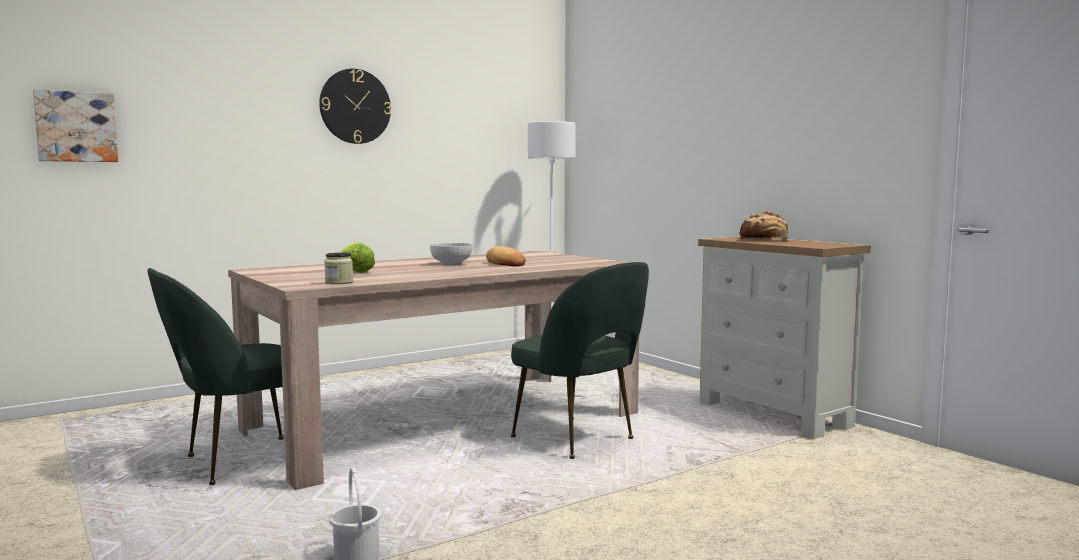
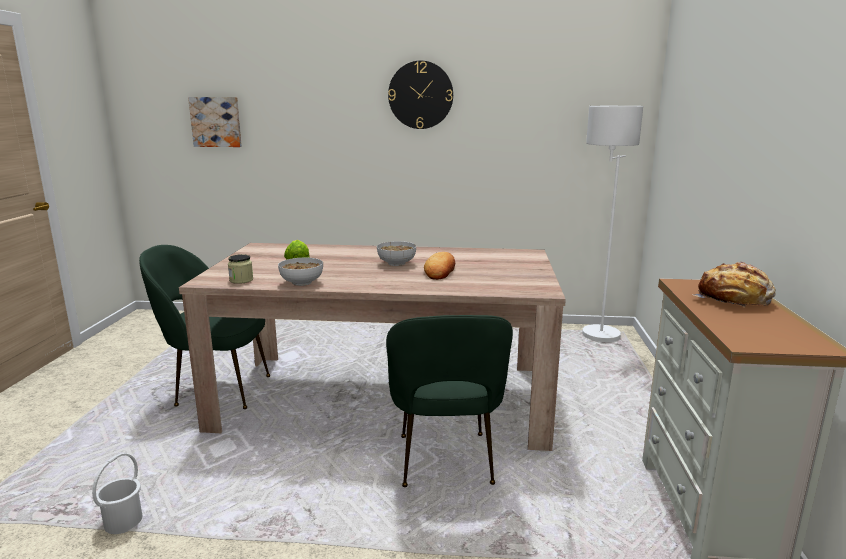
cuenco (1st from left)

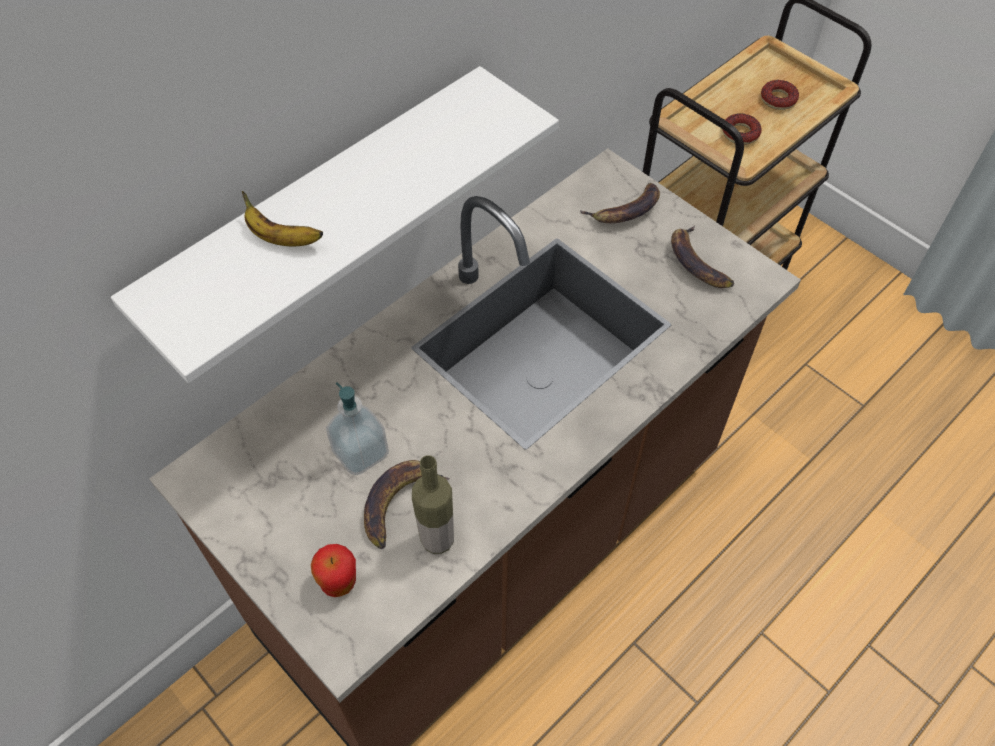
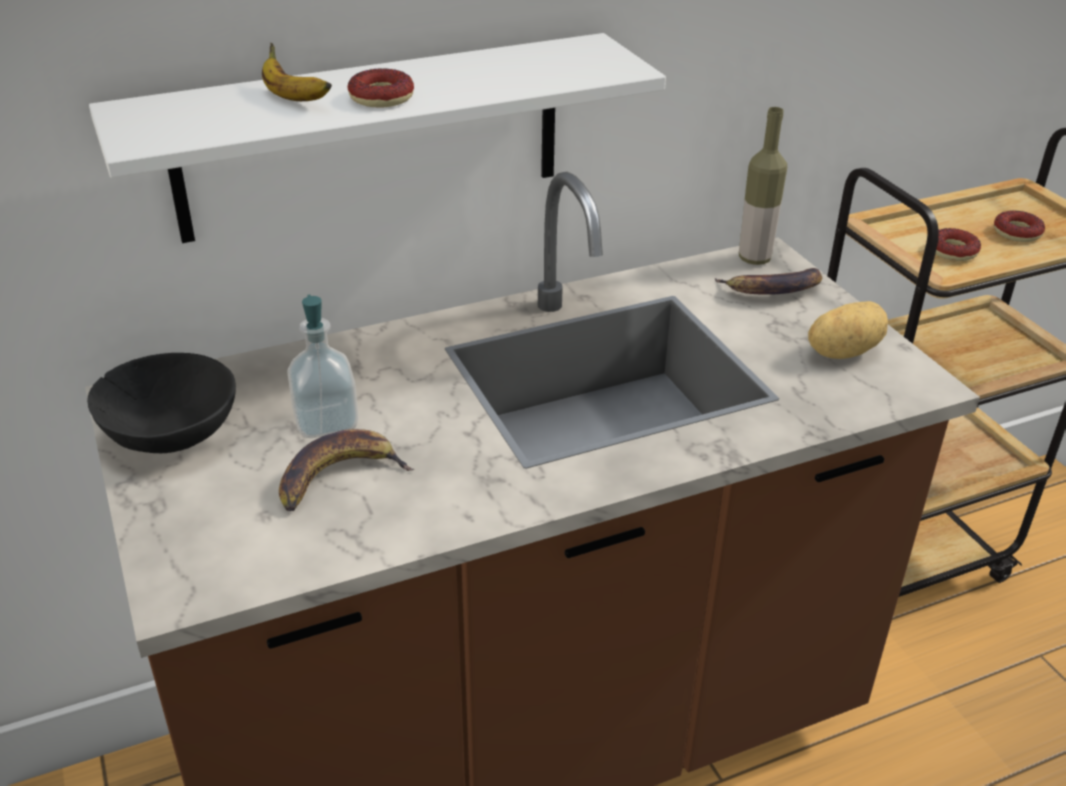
manzana
cuenco/negro
rosquilla (1st from left)
botella
patata

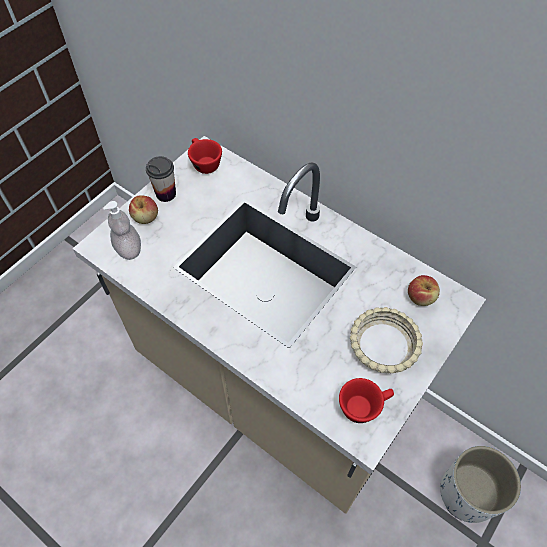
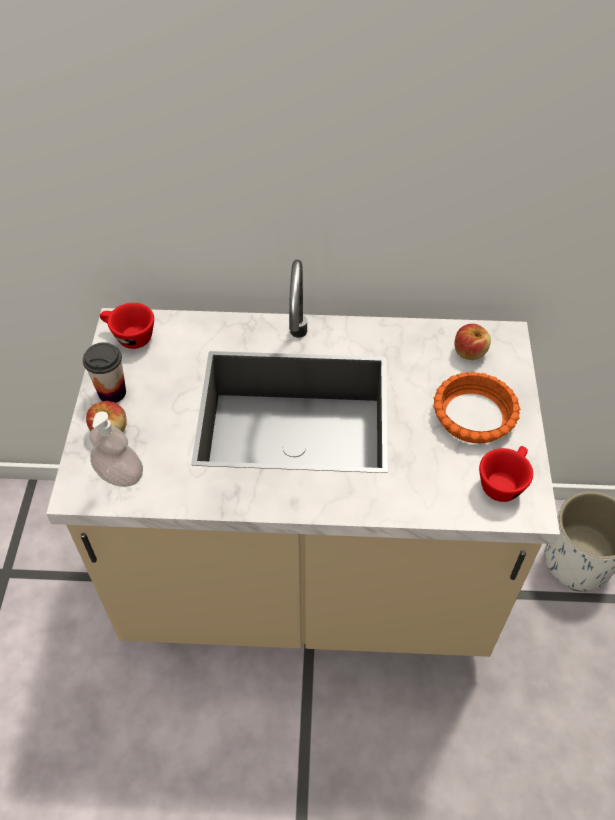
cuenco/naranja

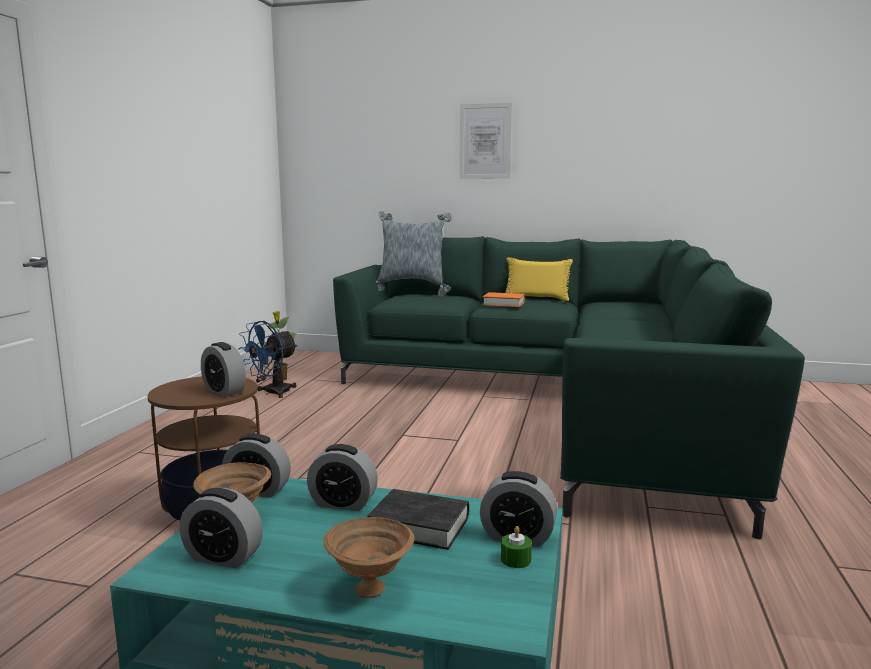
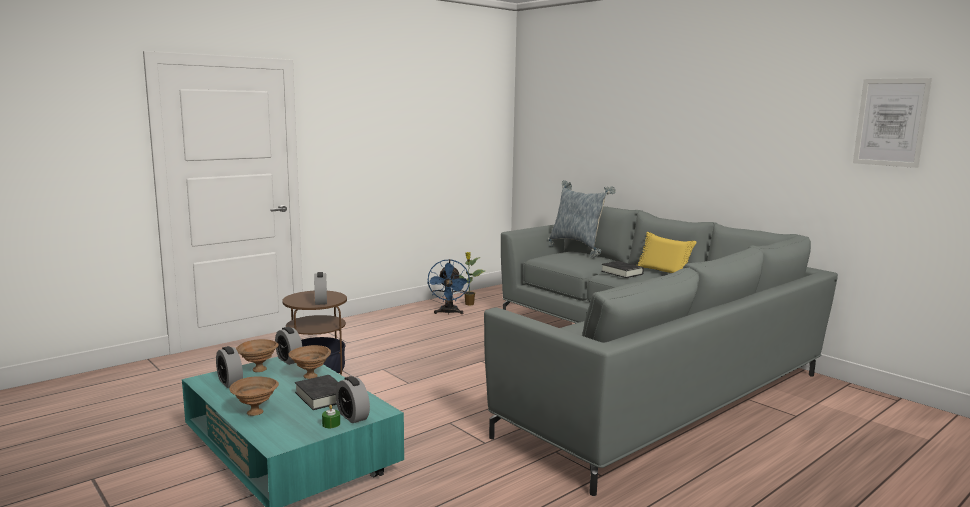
cuadro
cuenco/marrón (3rd from left)
sofá/gris
libro/negro (2nd from left)
ventilador/azul

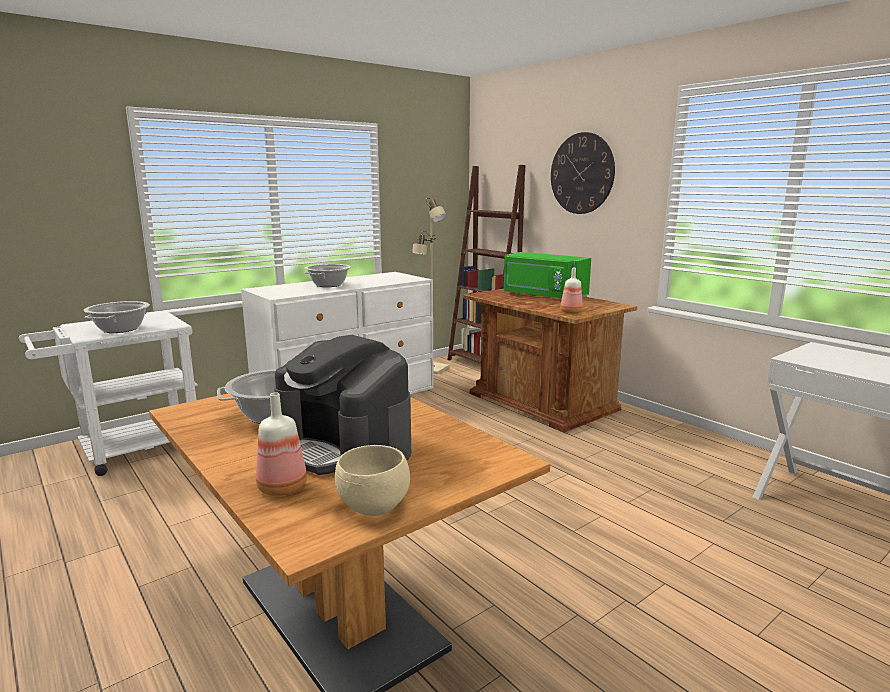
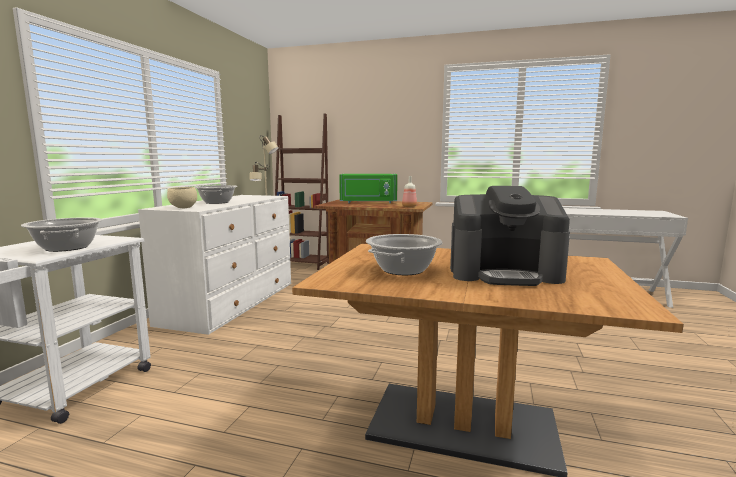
botella (1st from left in the first image)
reloj de pared
cuenco/beis

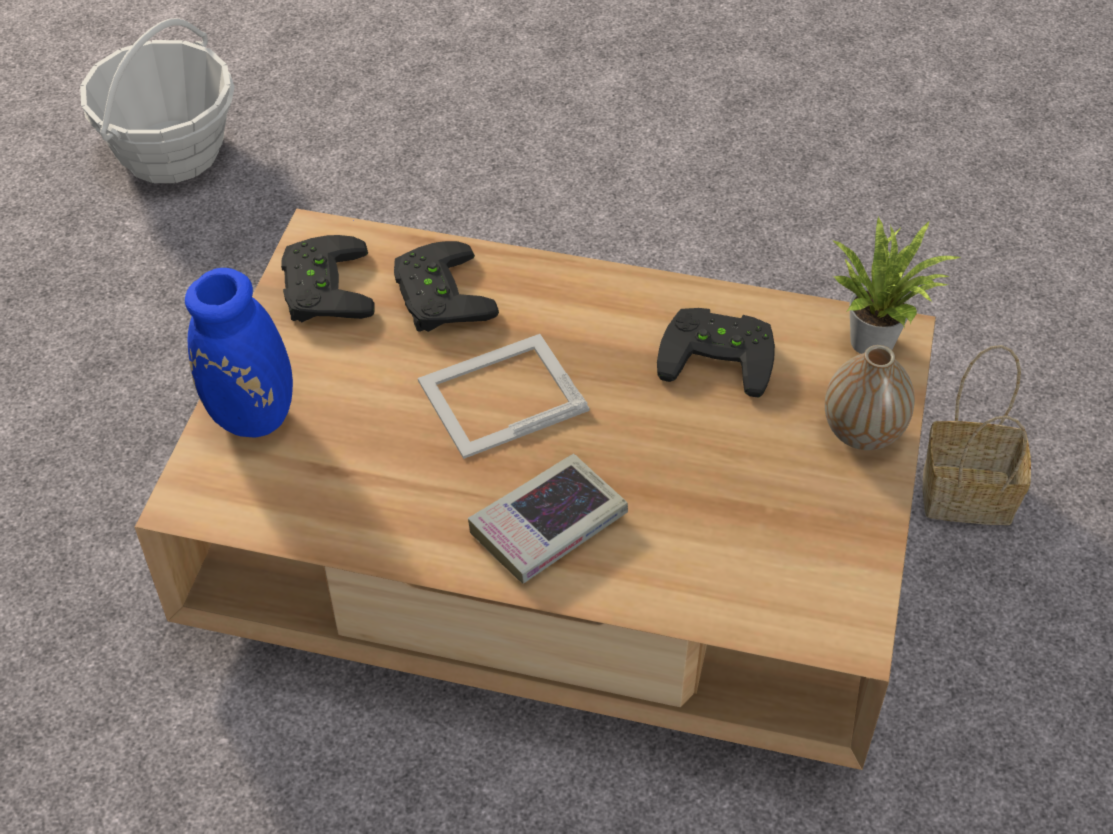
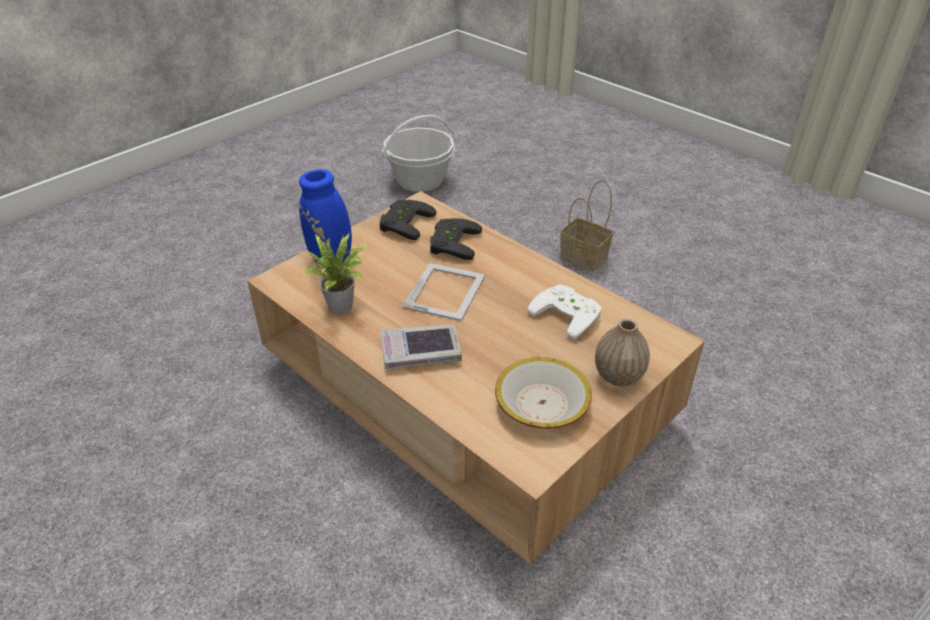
cuenco
planta en maceta
cesta (2nd from left)
mando de consola/blanco
portarretratos

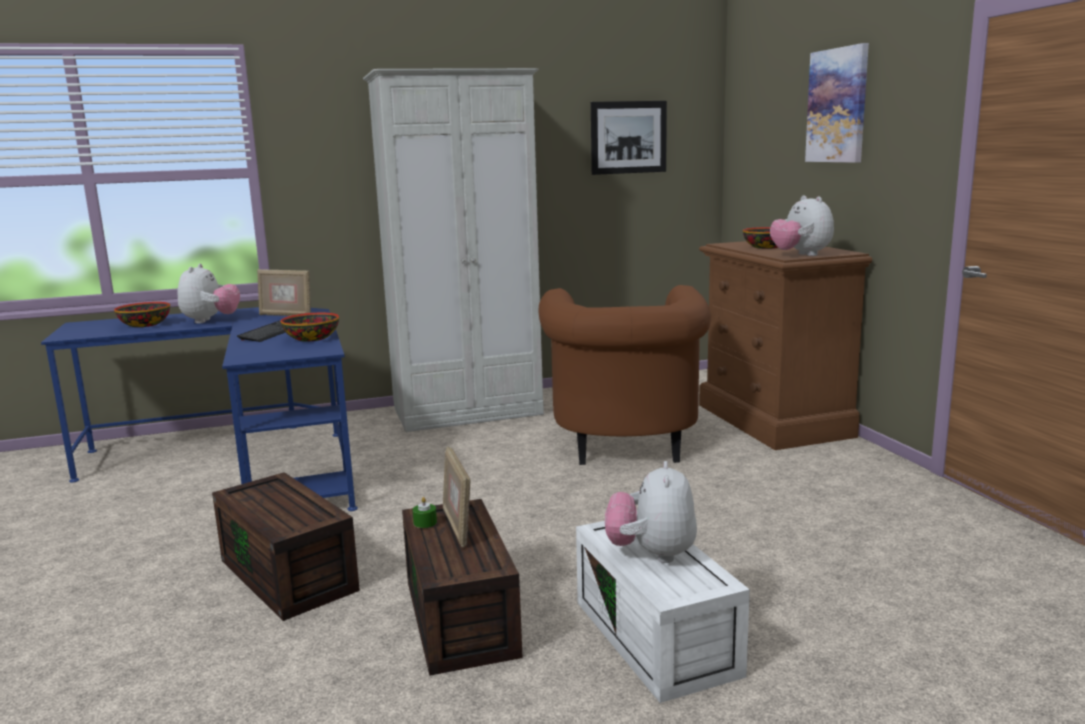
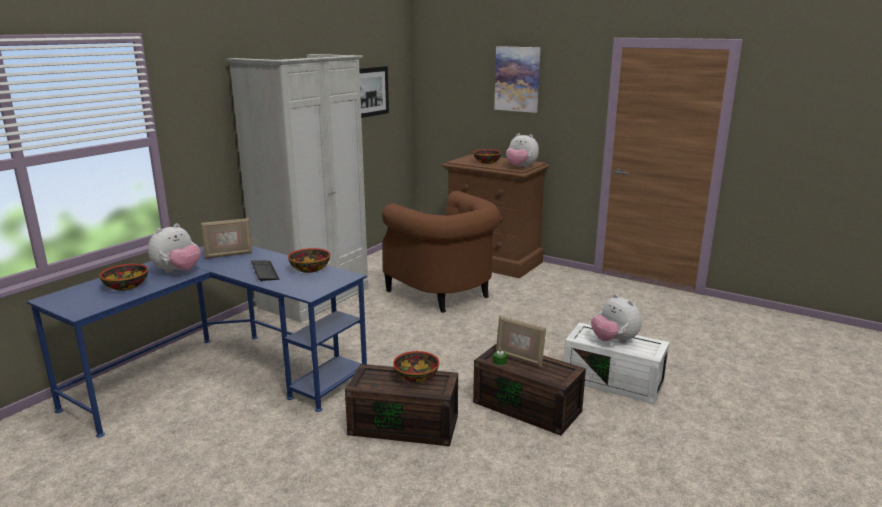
cuenco (3rd from left)
peluche (1st from left)

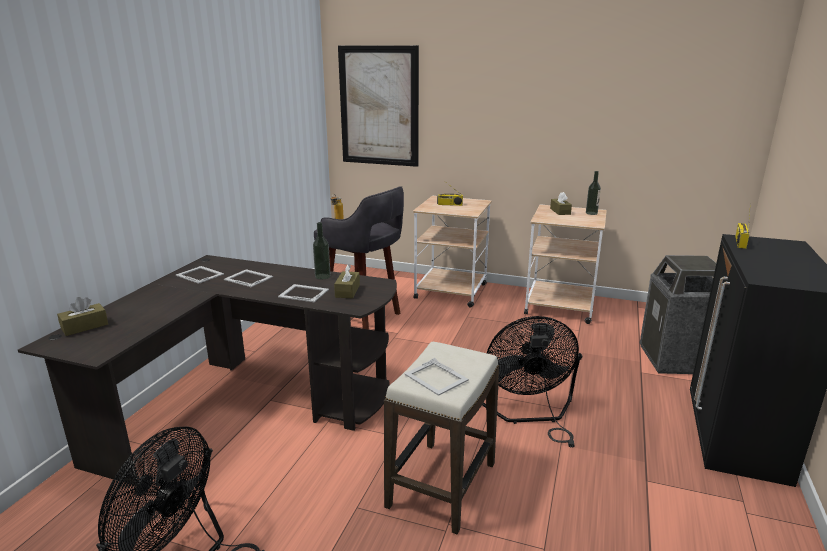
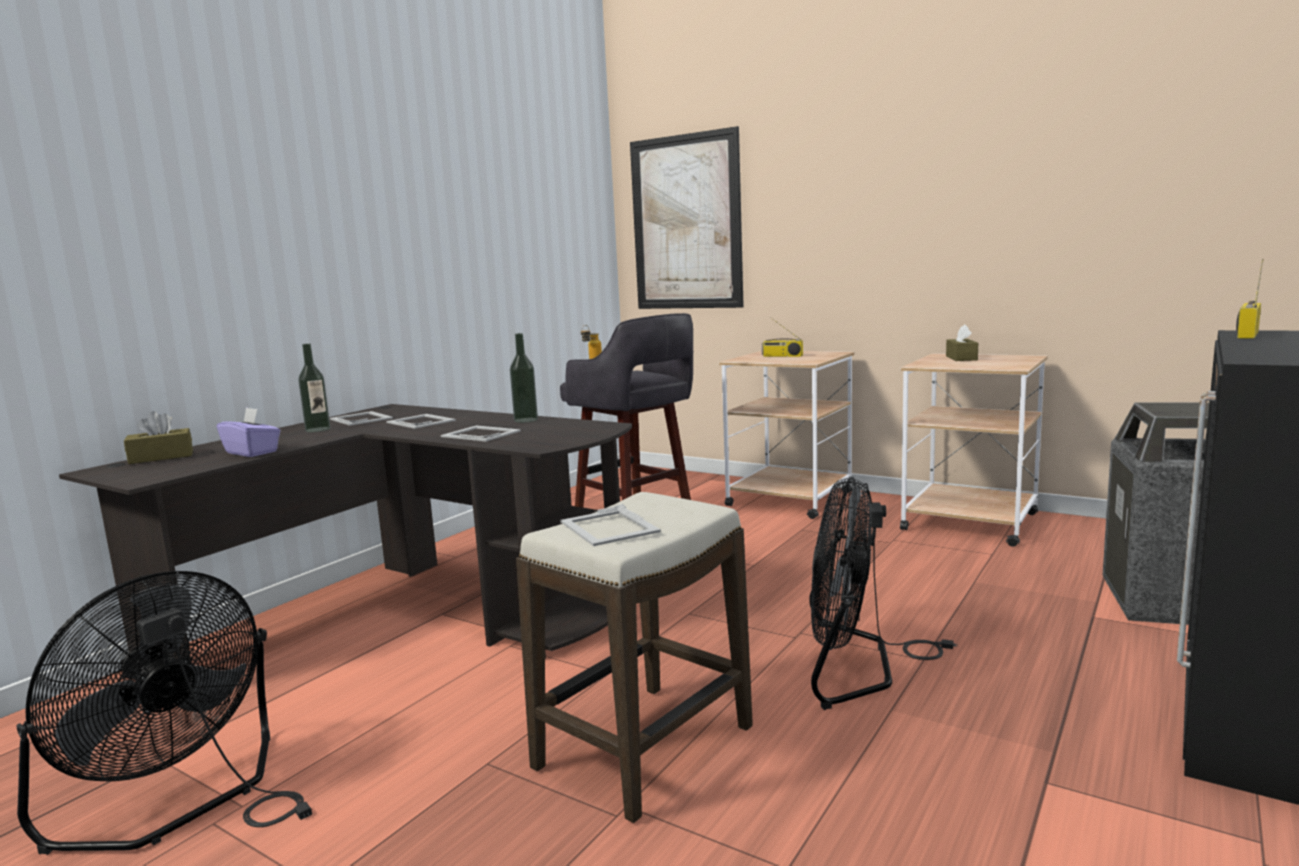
caja de pañuelos/marrón (2nd from left in the first image)
caja de pañuelos/morado
botella (1st from left)
ventilador/negro (2nd from left)

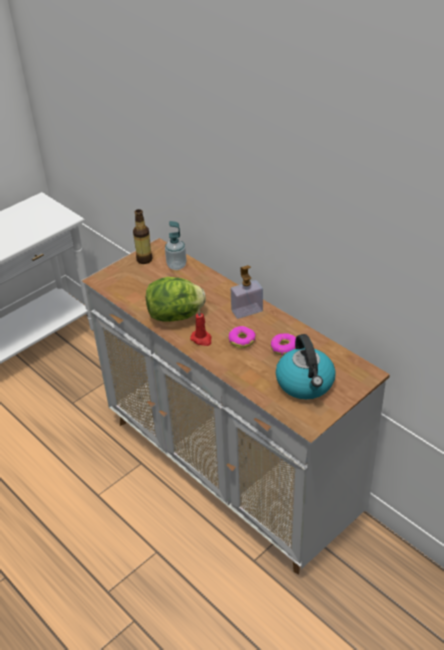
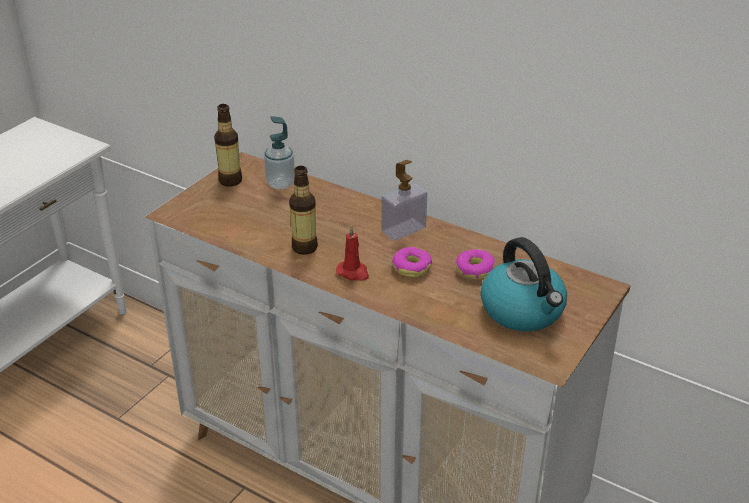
botella (2nd from left)

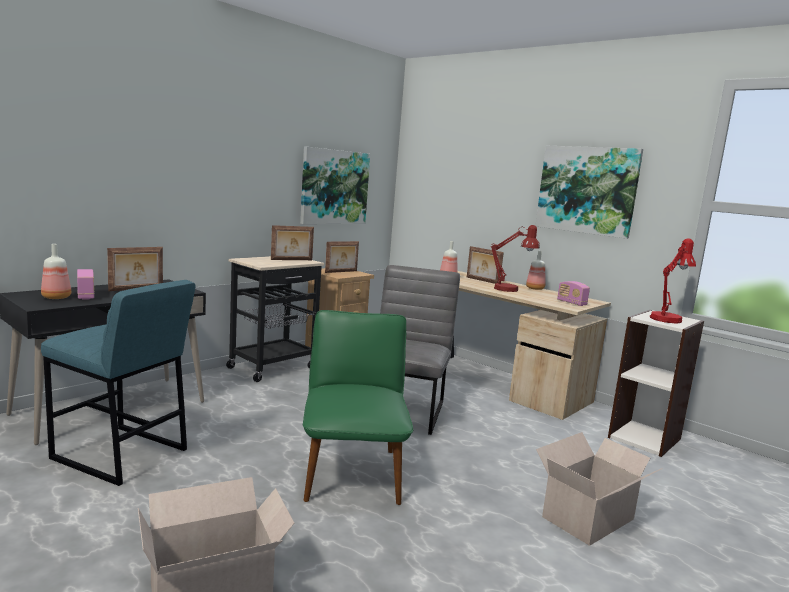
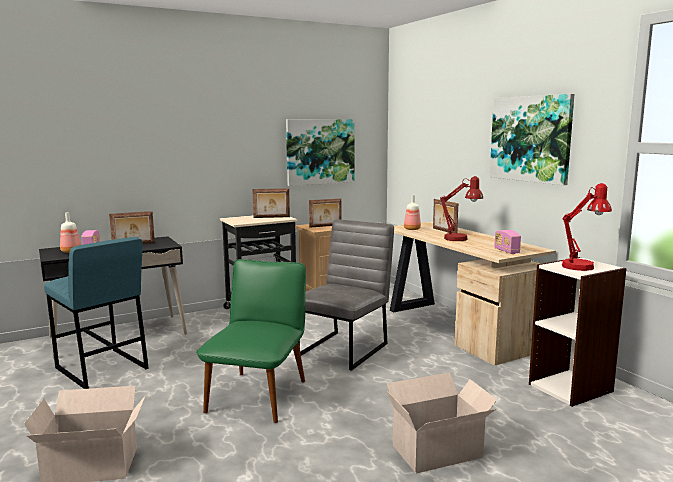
botella (3rd from left in the first image)

